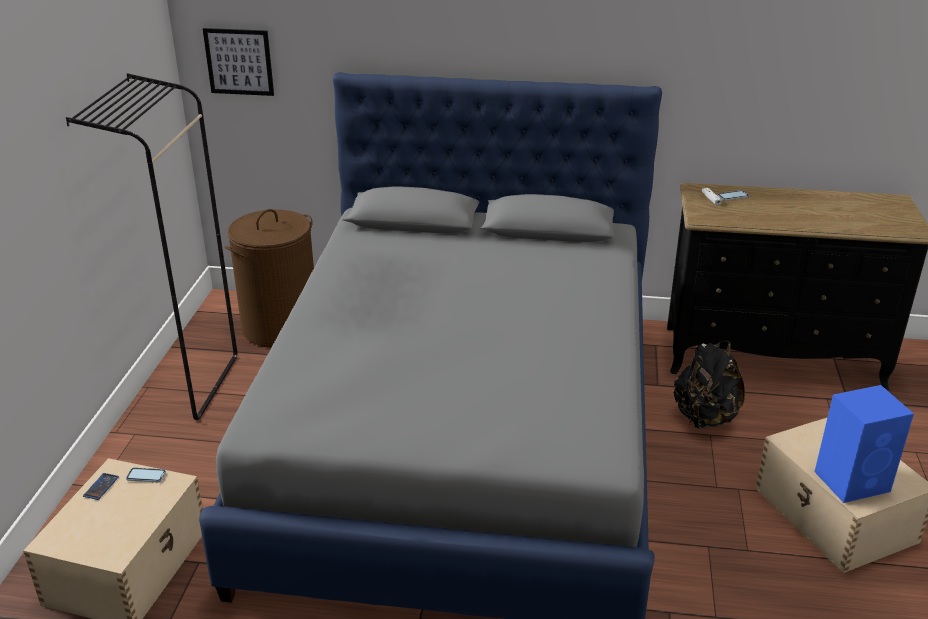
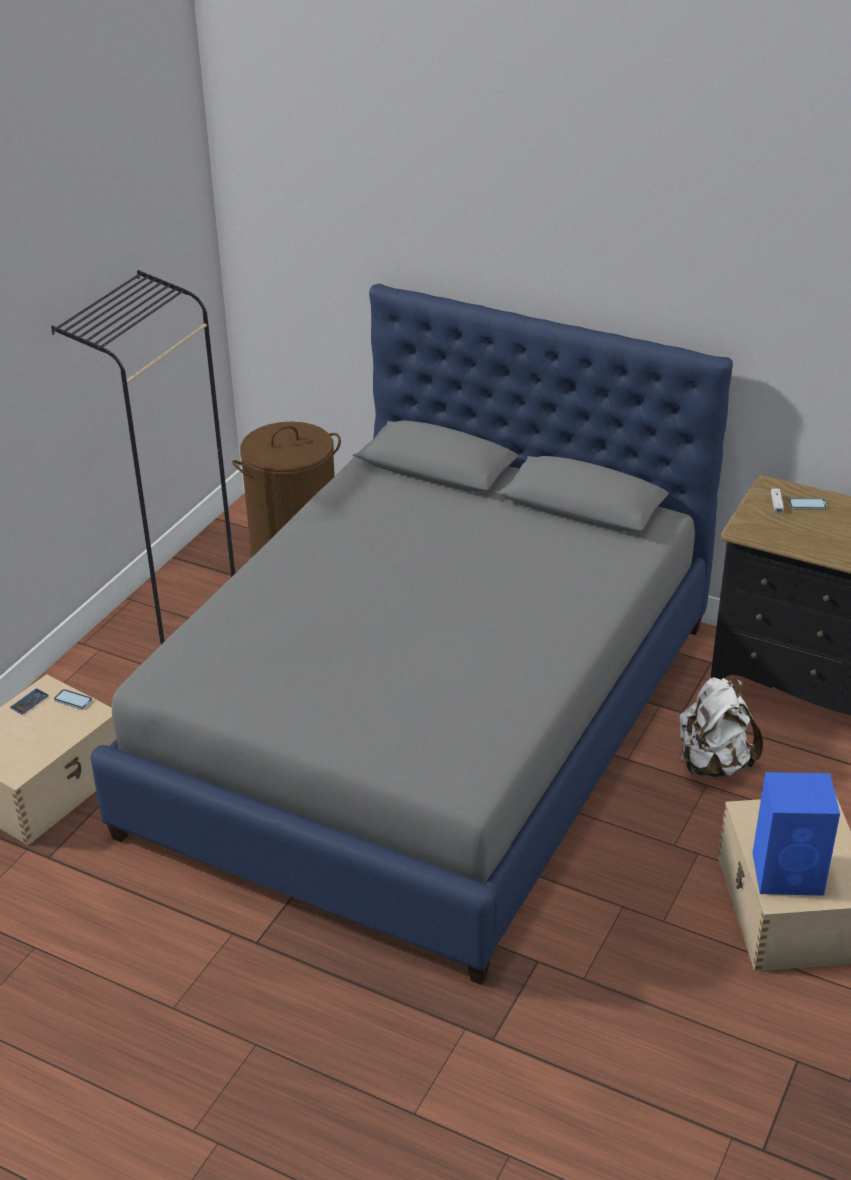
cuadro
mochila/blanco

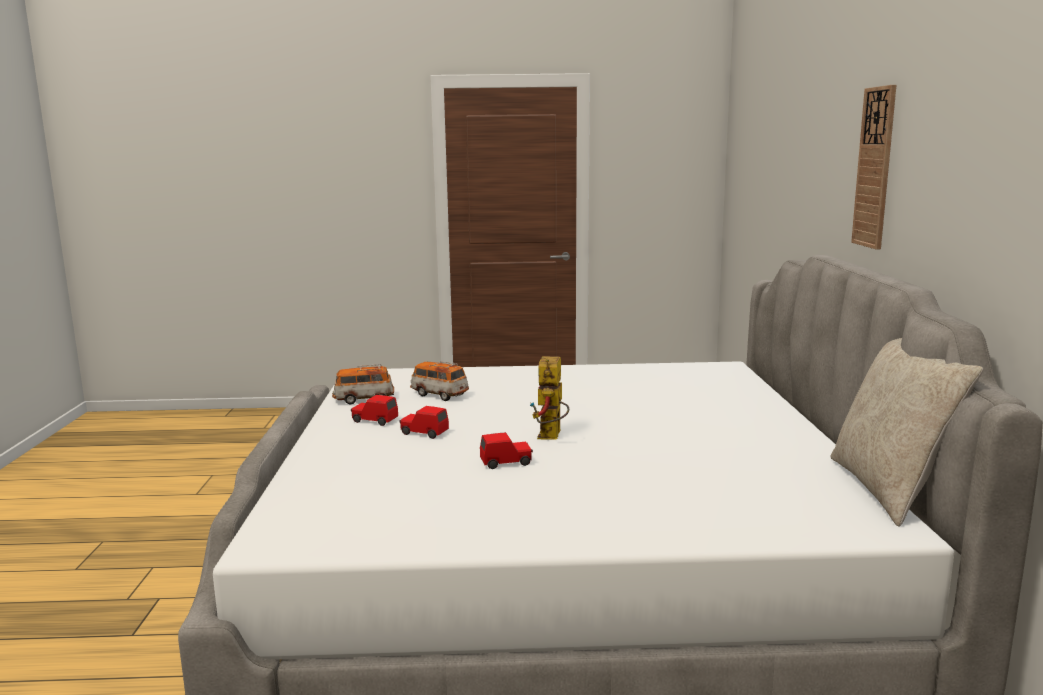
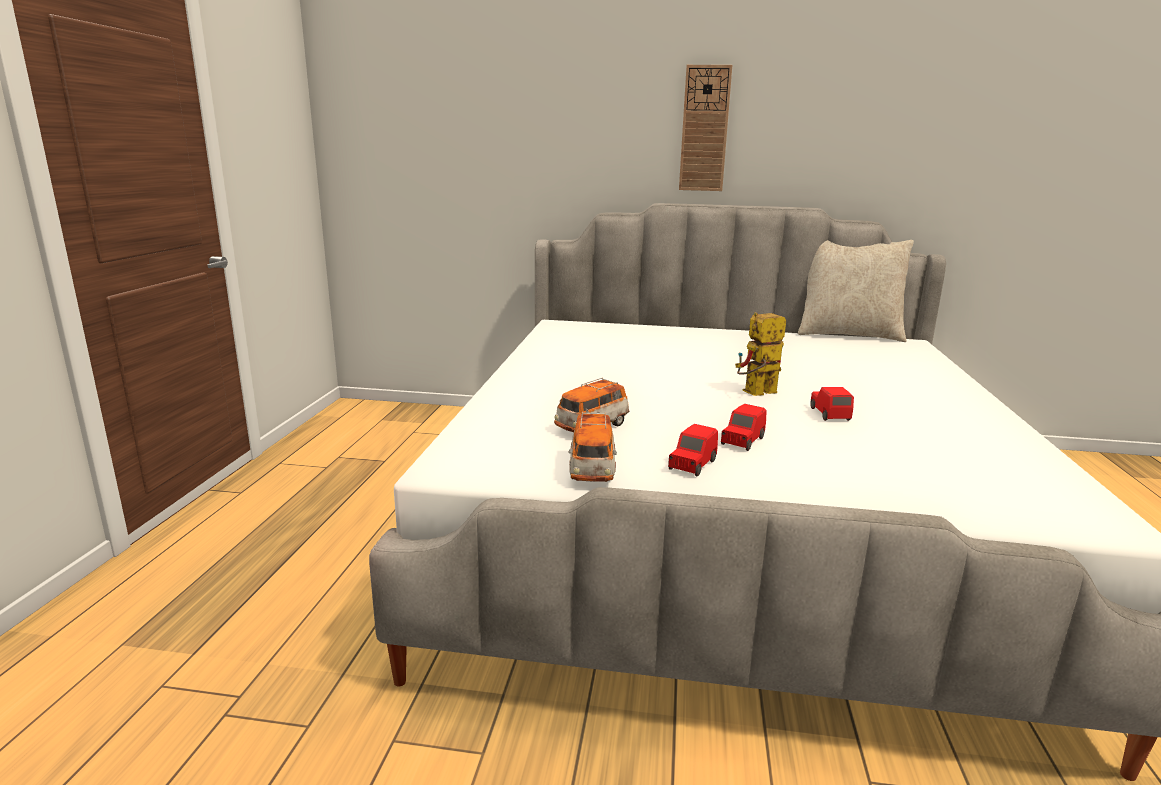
robot de juguete

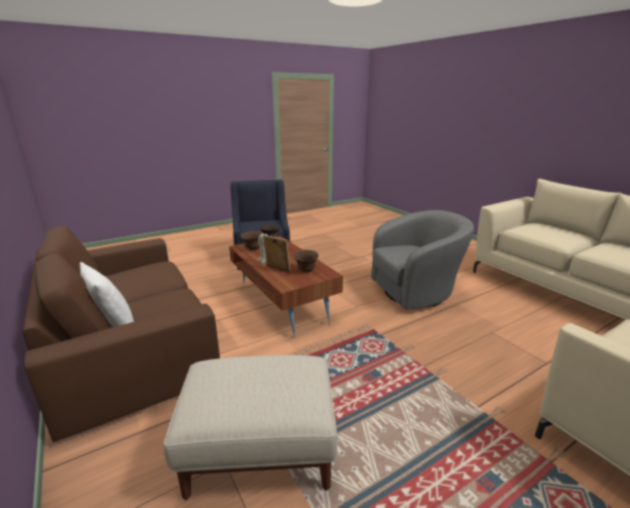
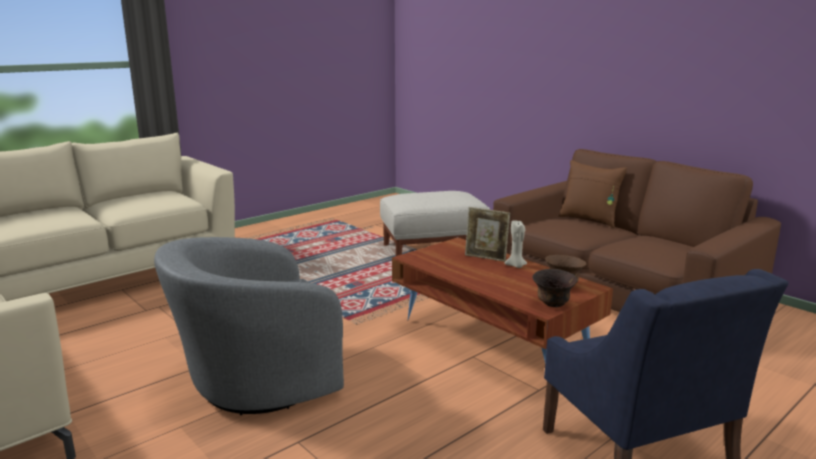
cuenco/marrón (3rd from left in the first image)
cojín/marrón

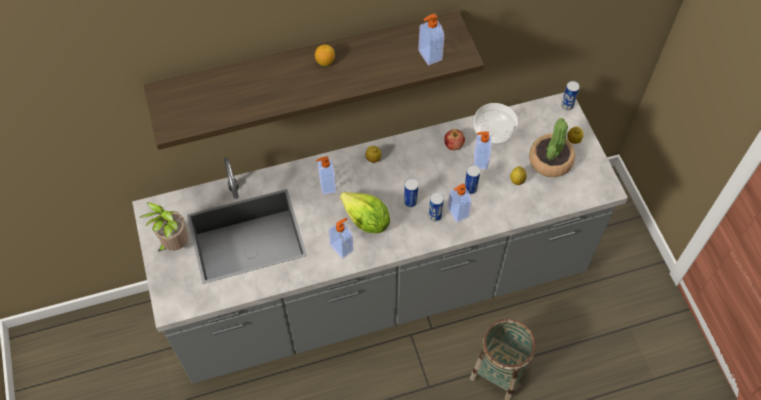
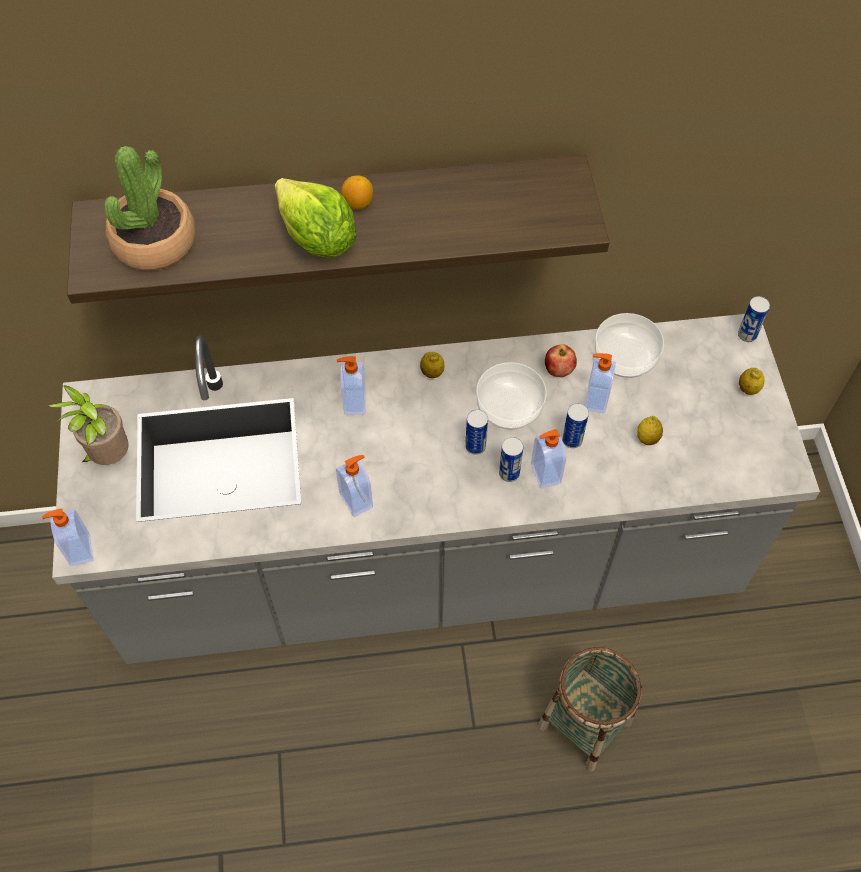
cuenco (1st from left)
lechuga
dispensador de jabón (1st from left)
planta en maceta (2nd from left)

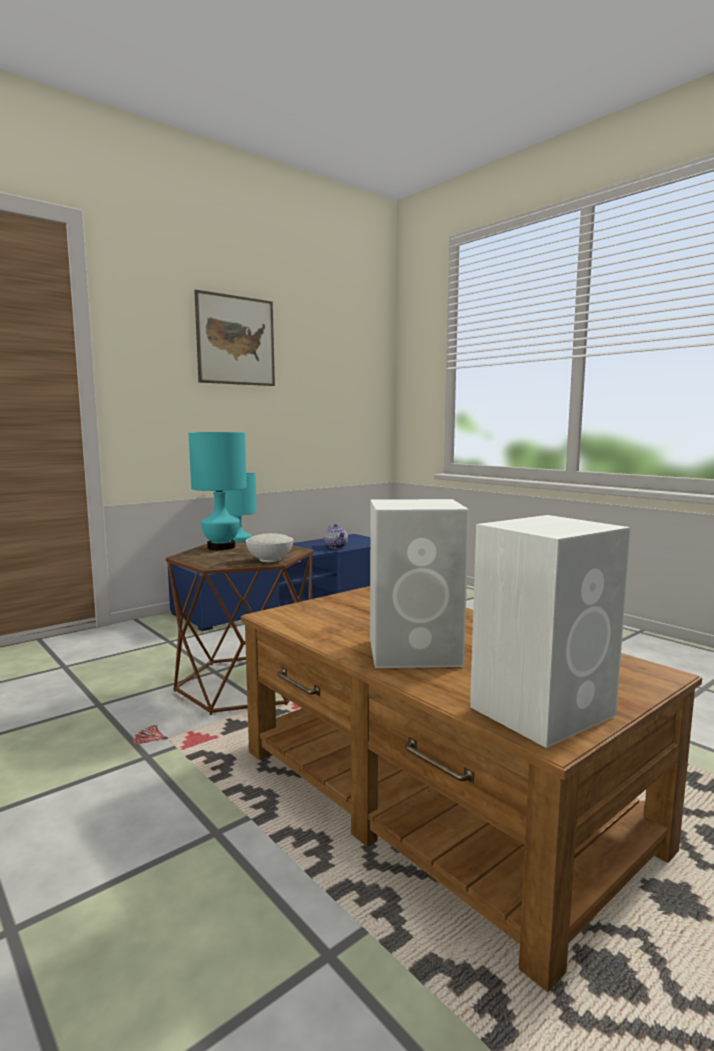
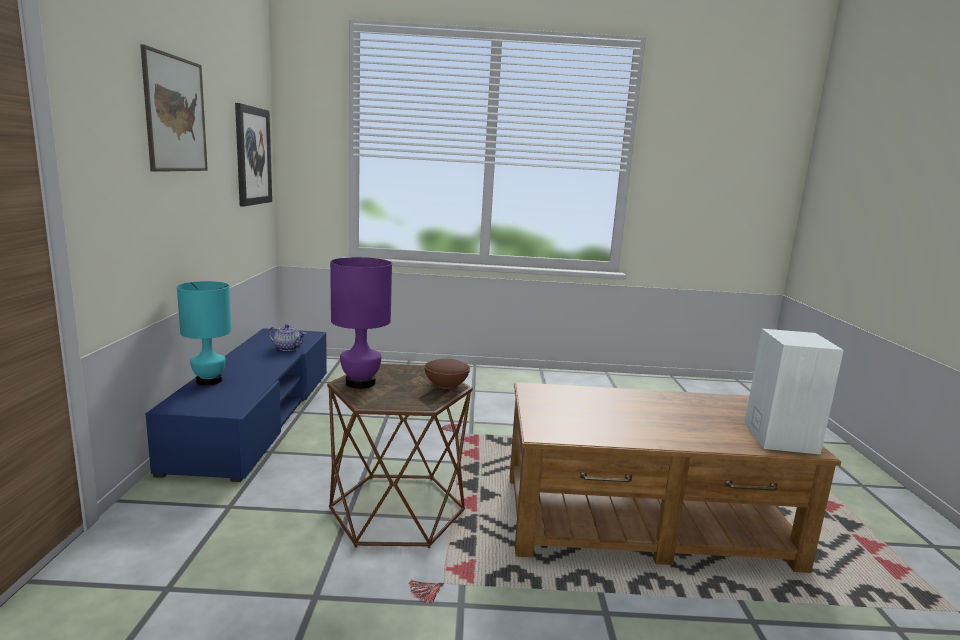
altavoz/blanco (1st from left in the first image)
cuadro (2nd from left)
lámpara de mesa/morado
cuenco/marrón

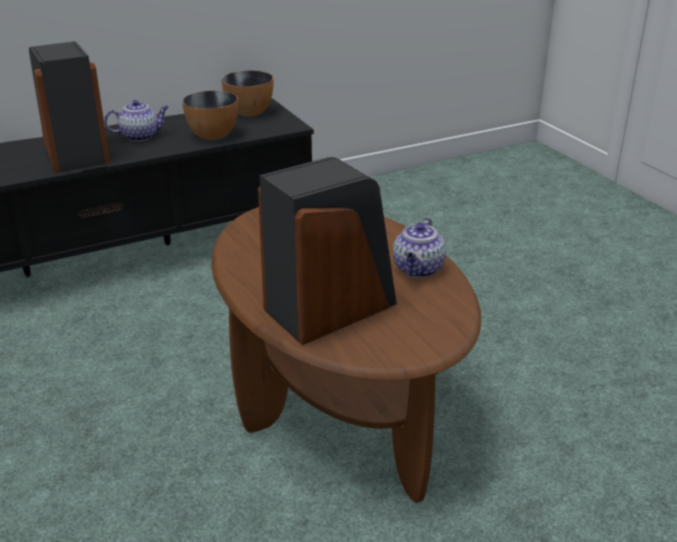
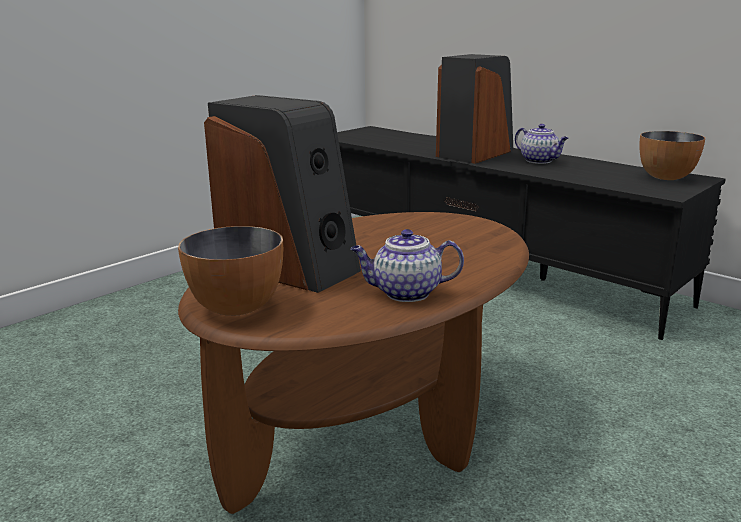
cuenco (1st from left)

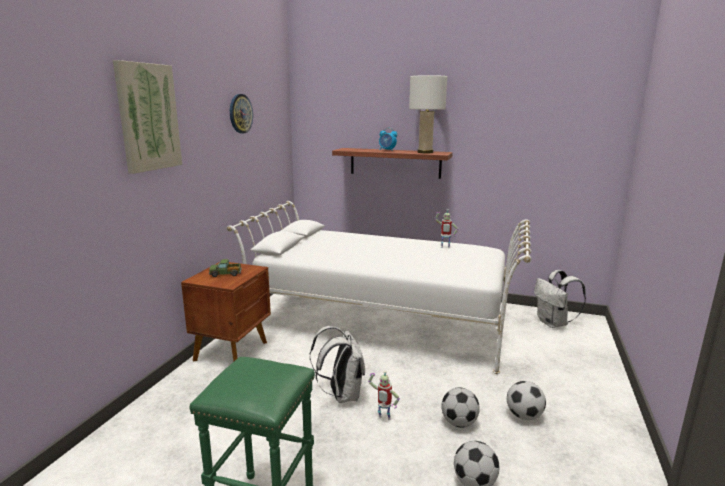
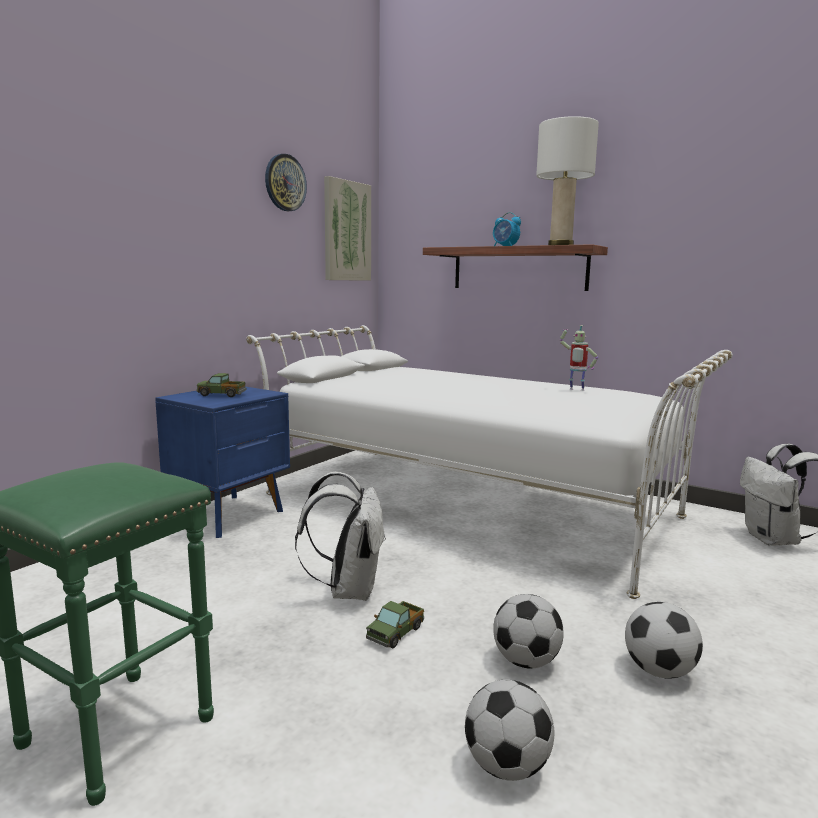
cuadro
camión de juguete (2nd from left)
mesita de noche/azul

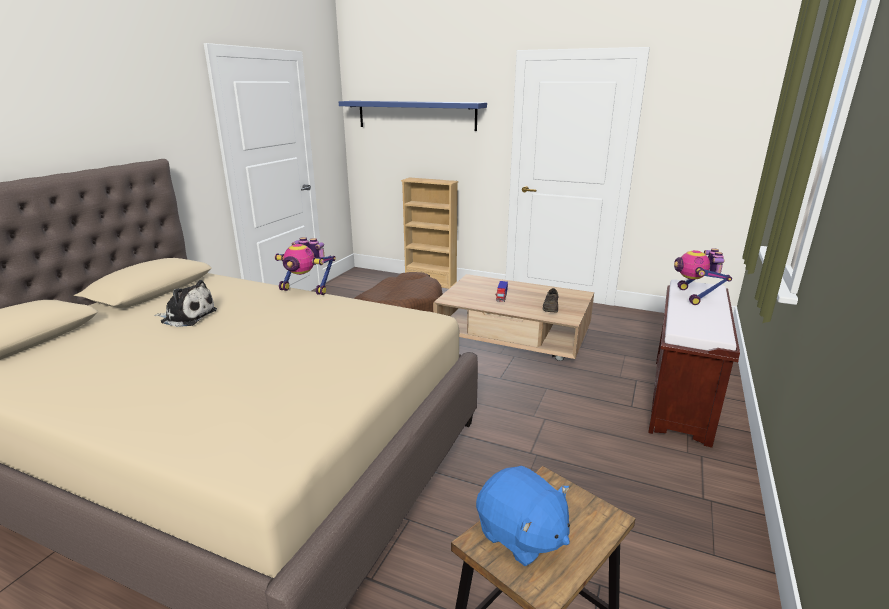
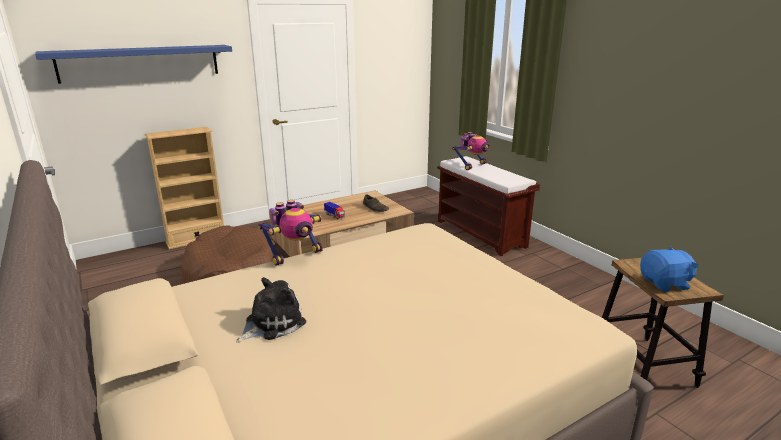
robot de juguete (2nd from left)

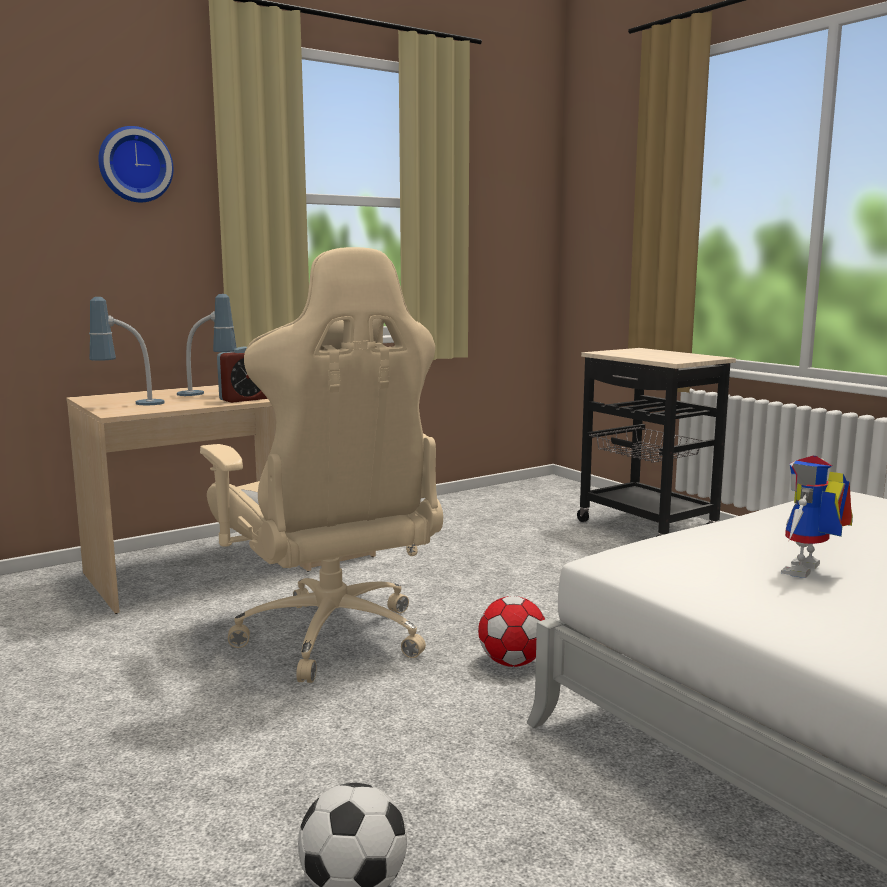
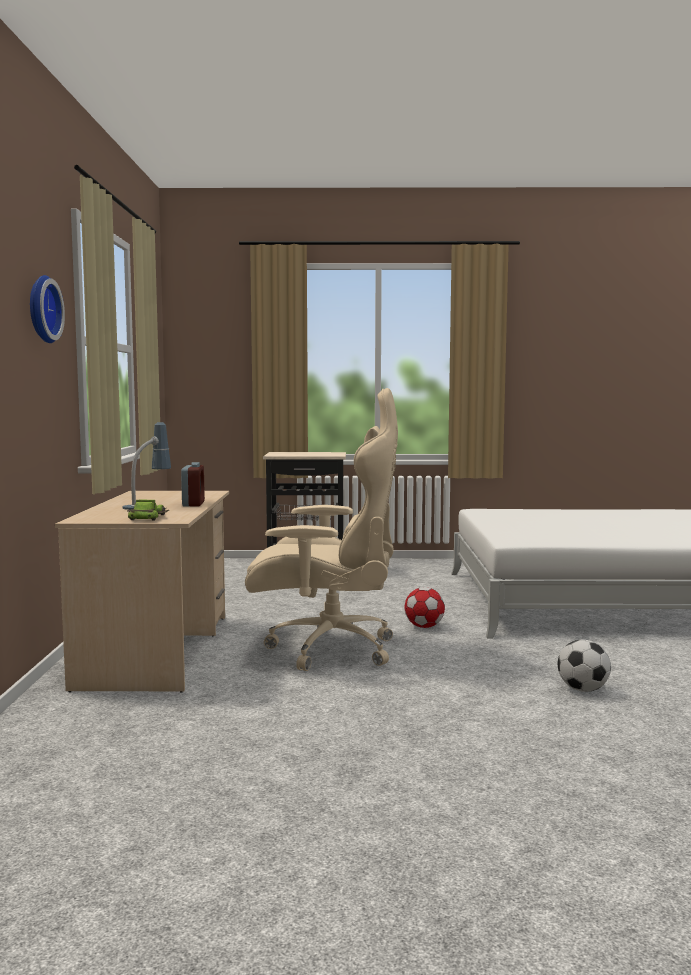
robot de juguete
coche de juguete

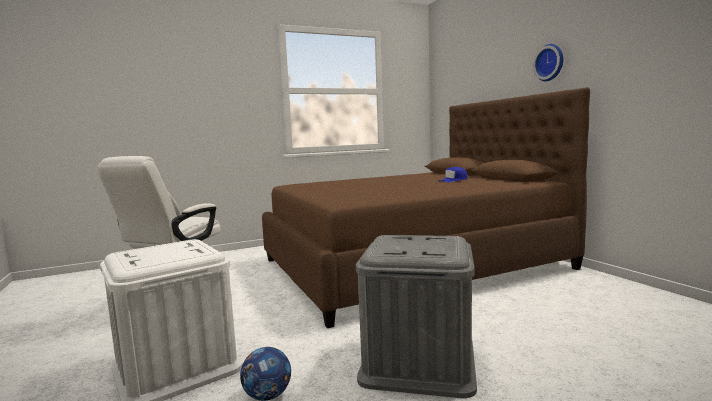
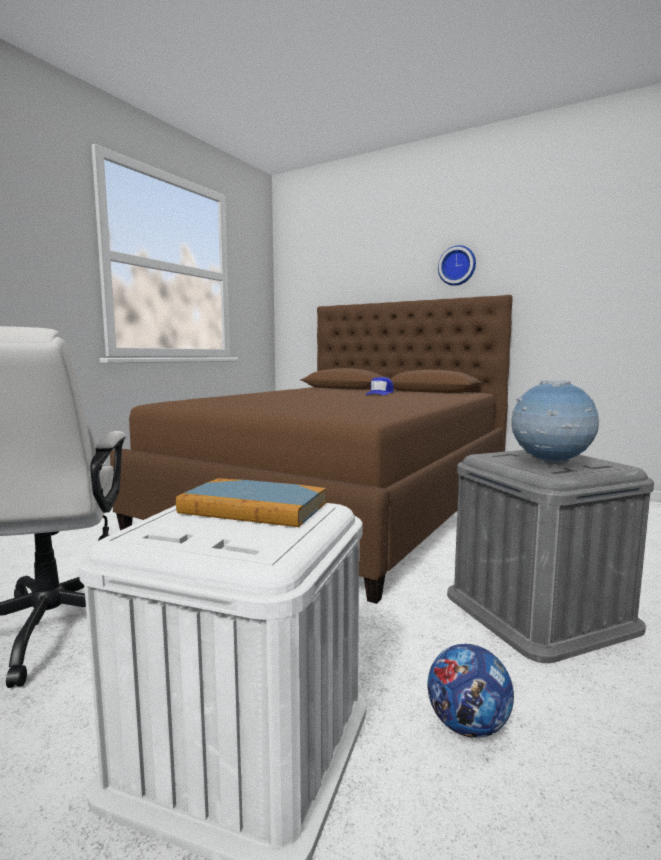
libro
globo terráqueo

